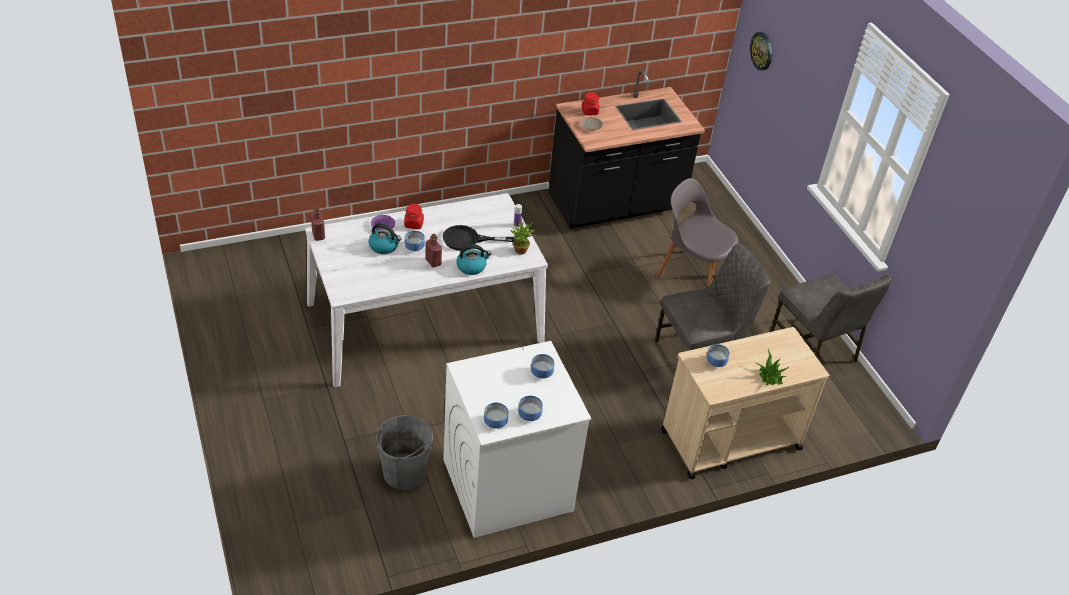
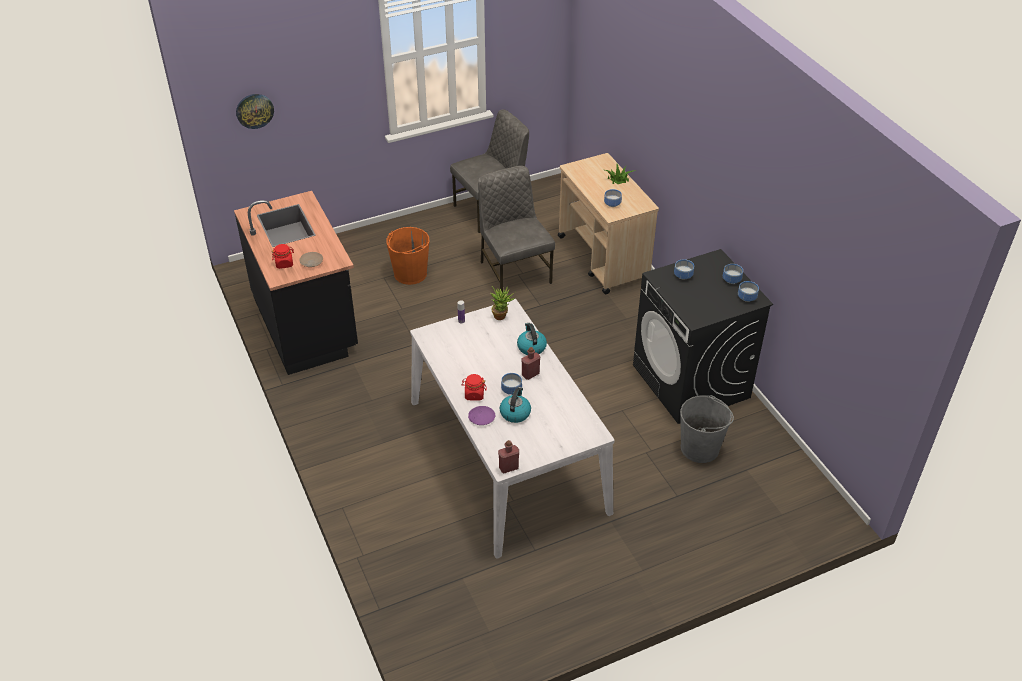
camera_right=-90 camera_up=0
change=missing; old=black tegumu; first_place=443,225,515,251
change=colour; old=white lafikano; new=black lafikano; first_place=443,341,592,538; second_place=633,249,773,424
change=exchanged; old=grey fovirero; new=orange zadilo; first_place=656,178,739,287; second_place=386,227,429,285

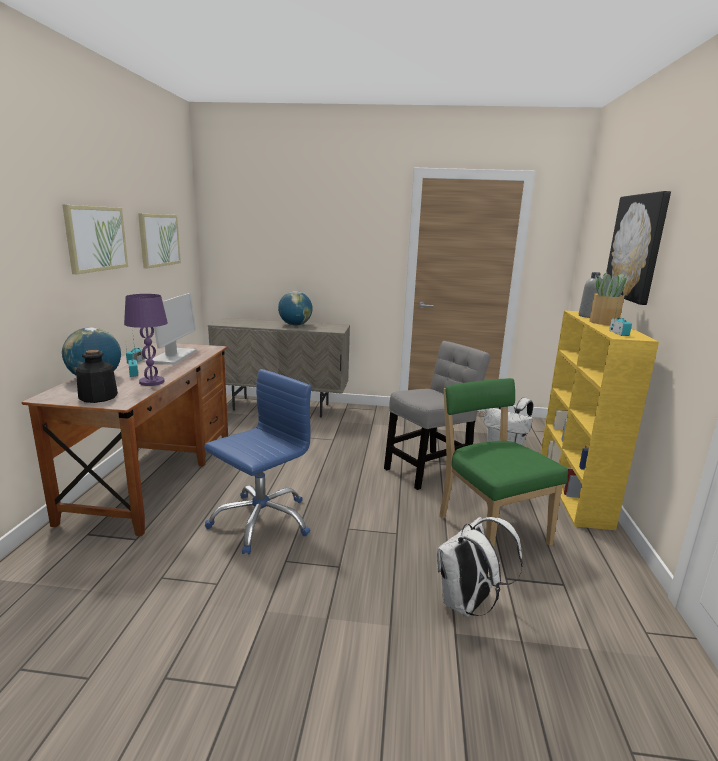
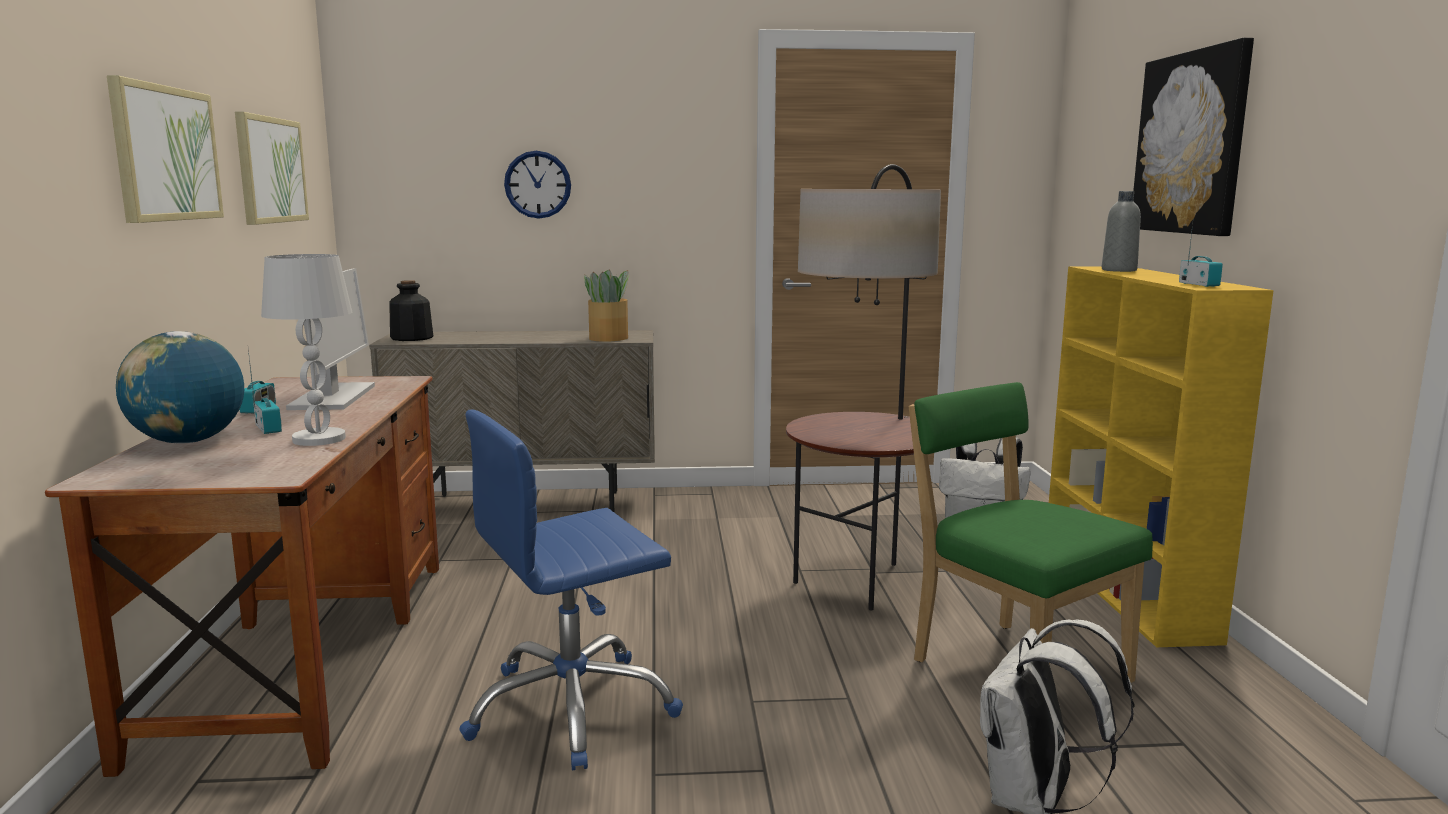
camera_right=-10 camera_up=-5
change=relocated; old=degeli; first_place=76,350,118,403; second_place=389,280,433,341
change=colour; old=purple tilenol; new=white tilenol; first_place=124,294,168,386; second_place=261,254,352,446
change=spun; old=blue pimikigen; first_place=204,369,312,555; second_place=459,410,683,770; degrees=-150
change=missing; old=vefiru; first_place=278,291,313,326
change=exchanged; old=grey fovirero; new=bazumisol; first_place=384,341,491,490; second_place=786,164,941,611
change=relocated; old=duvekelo; first_place=589,273,629,325; second_place=584,269,629,342
change=appeared; new=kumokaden; second_place=504,151,571,218

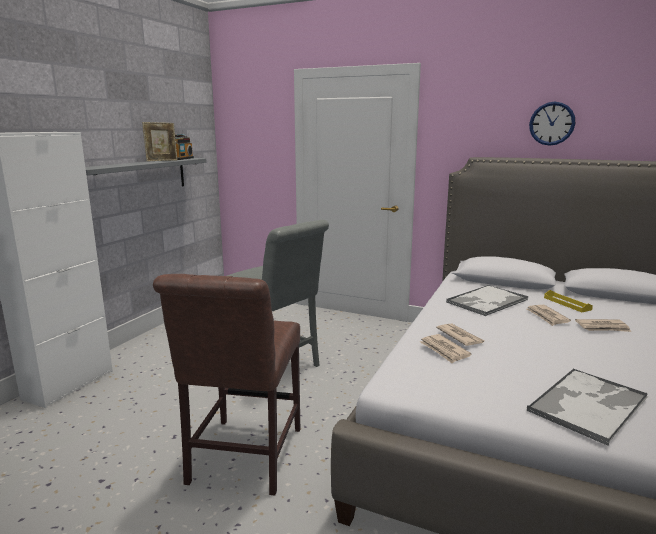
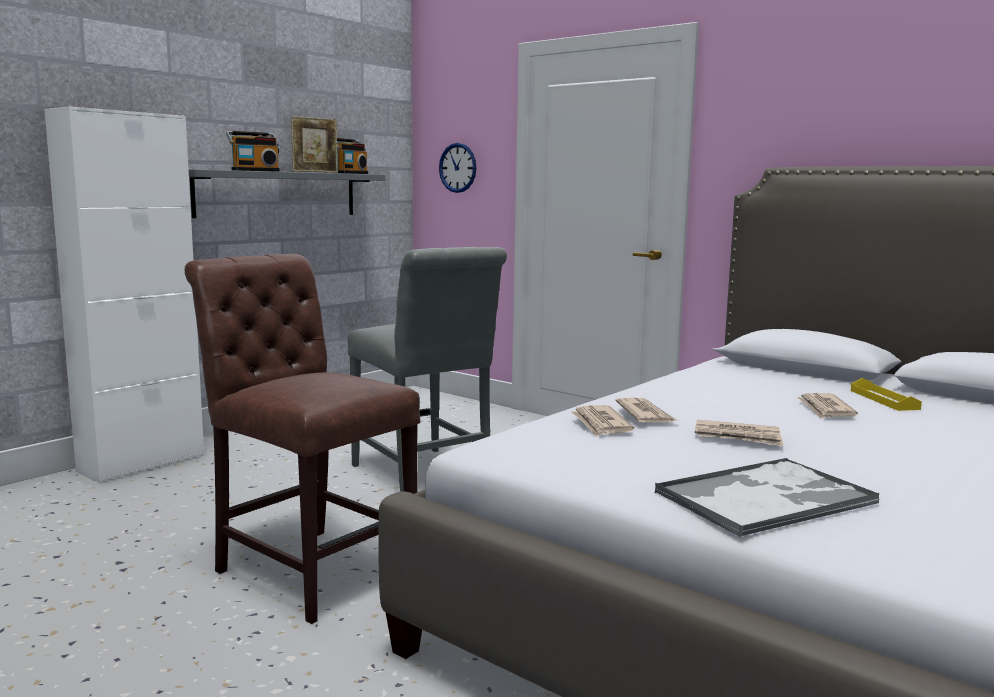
camera_right=15 camera_up=-5
change=spun; old=brown fovirero; first_place=153,274,300,496; second_place=185,254,420,624; degrees=105
change=missing; old=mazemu; first_place=446,285,528,316
change=relocated; old=kumokaden; first_place=529,102,575,146; second_place=439,143,476,193
change=relocated; old=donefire; first_place=575,319,631,332; second_place=695,420,783,446
change=appeared; new=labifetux; second_place=226,130,280,171

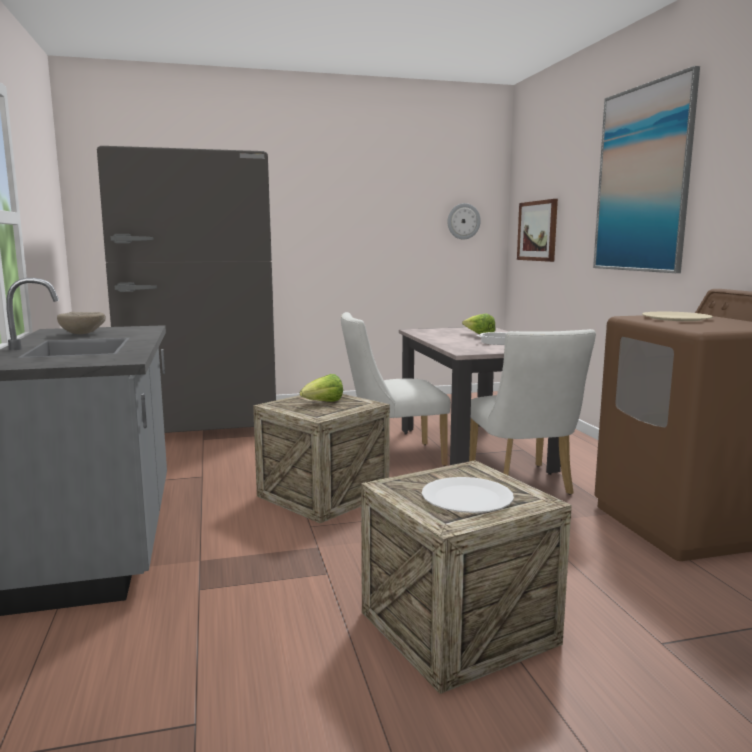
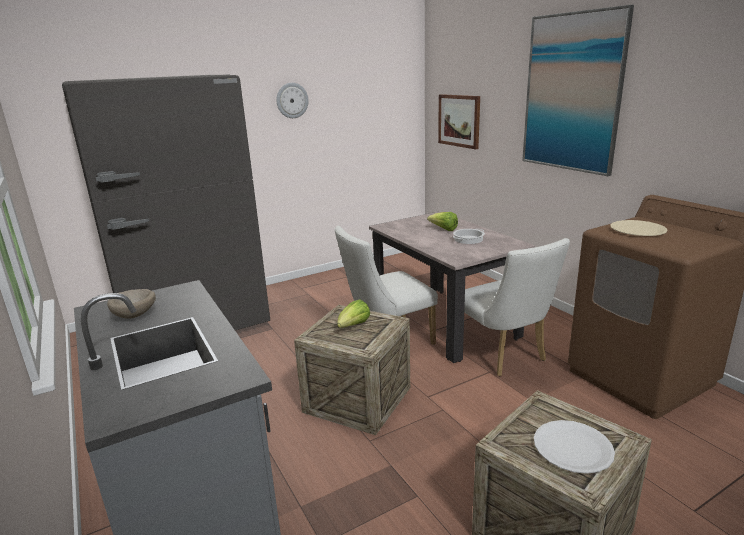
camera_right=-15 camera_up=10
change=relocated; old=kumokaden; first_place=447,203,481,240; second_place=276,83,308,118

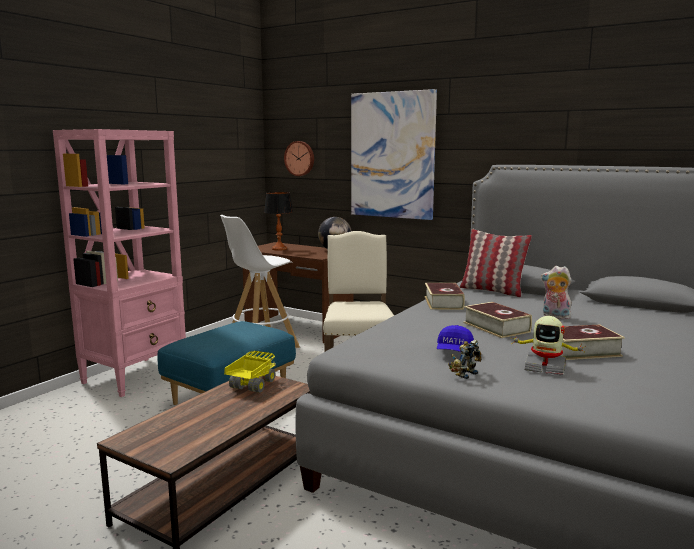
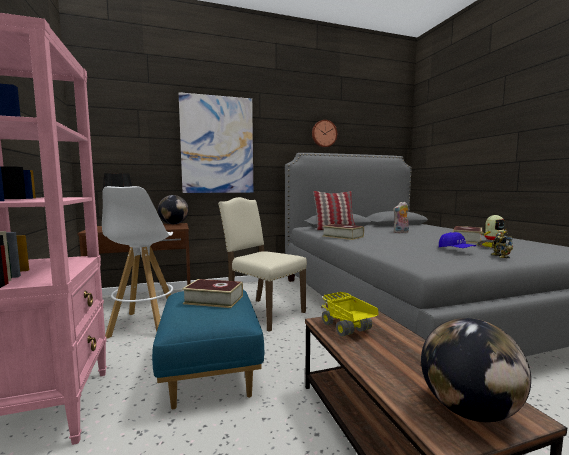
camera_right=-50 camera_up=-5
change=relocated; old=kumokaden; first_place=284,141,314,176; second_place=312,120,337,147
change=relocated; old=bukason; first_place=463,302,532,338; second_place=182,279,243,308
change=appeared; new=vefiru; second_place=421,318,531,422

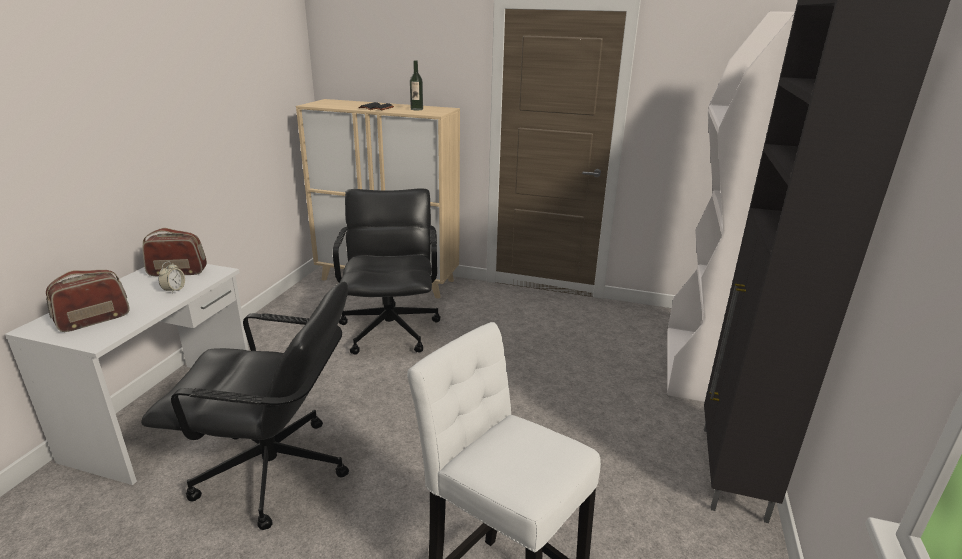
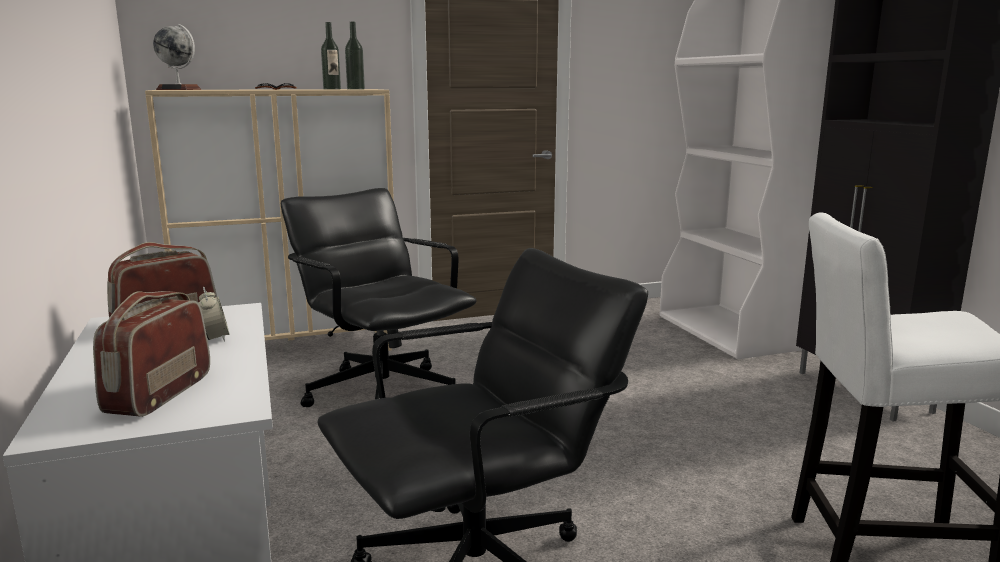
camera_right=-35 camera_up=-10
change=appeared; new=vefiru; second_place=153,24,201,90
change=appeared; new=degeli; second_place=345,21,365,89

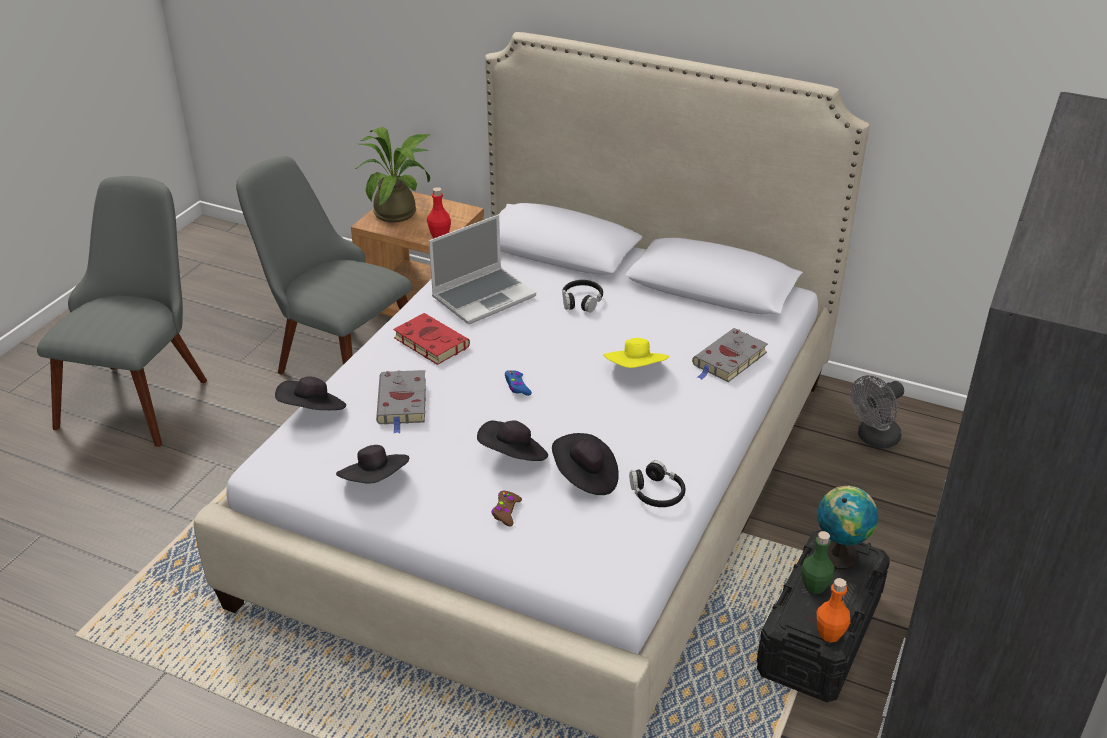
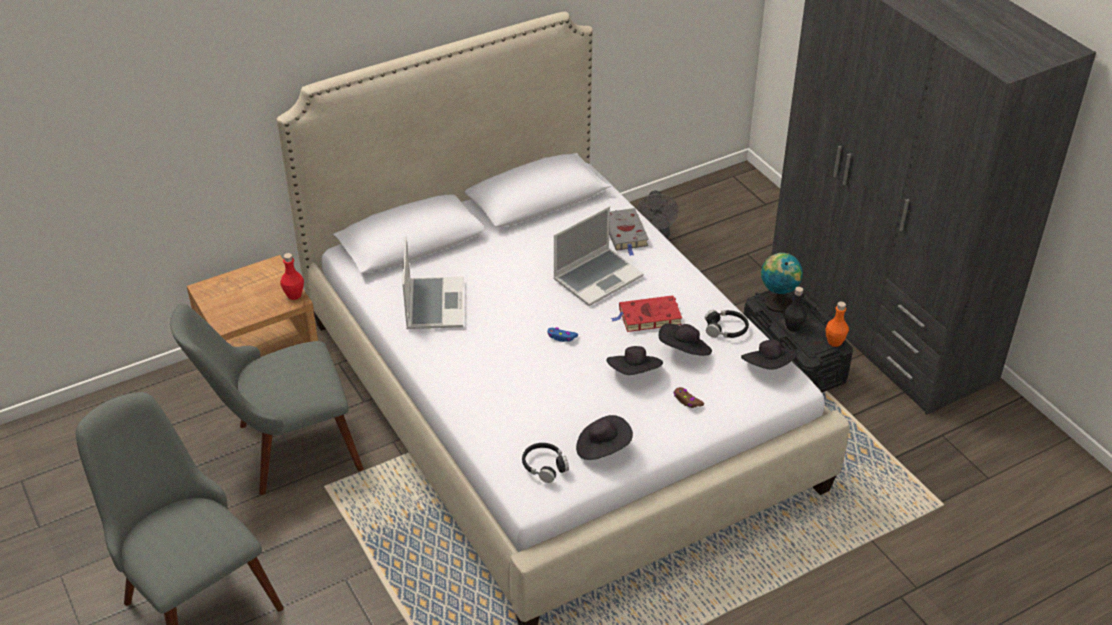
camera_right=-55 camera_up=5
change=relocated; old=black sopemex; first_place=275,376,346,410; second_place=741,340,798,370
change=missing; old=duvekelo; first_place=356,127,430,223
change=missing; old=grey bukason; first_place=376,370,426,433
change=relocated; old=red bukason; first_place=393,313,470,365; second_place=611,295,682,332
change=relocated; old=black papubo; first_place=562,280,603,313; second_place=522,443,569,483
change=exchanged; old=yellow sopemex; new=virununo; first_place=603,338,669,368; second_place=553,206,644,306
change=colour; old=green degeli; new=black degeli; first_place=801,531,834,594; second_place=784,287,807,332

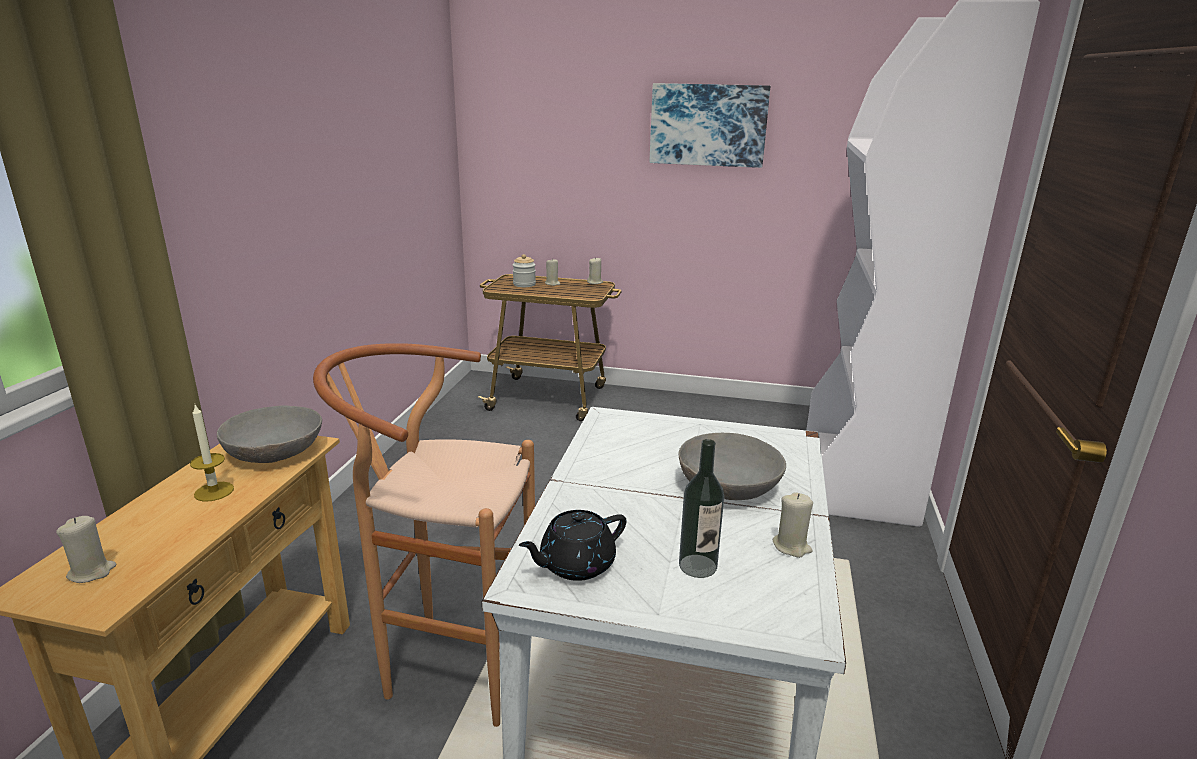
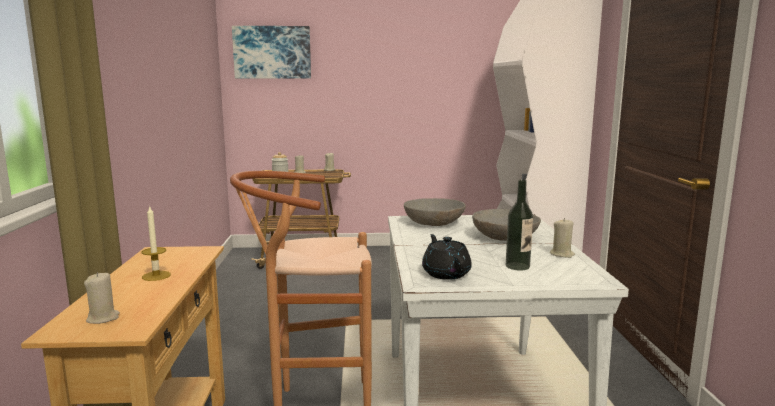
camera_right=-15 camera_up=-10
change=relocated; old=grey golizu; first_place=217,406,322,463; second_place=404,198,466,226
change=spun; old=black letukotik; first_place=519,510,627,581; second_place=422,234,472,280; degrees=120
change=relocated; old=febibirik; first_place=649,83,770,168; second_place=232,26,311,78

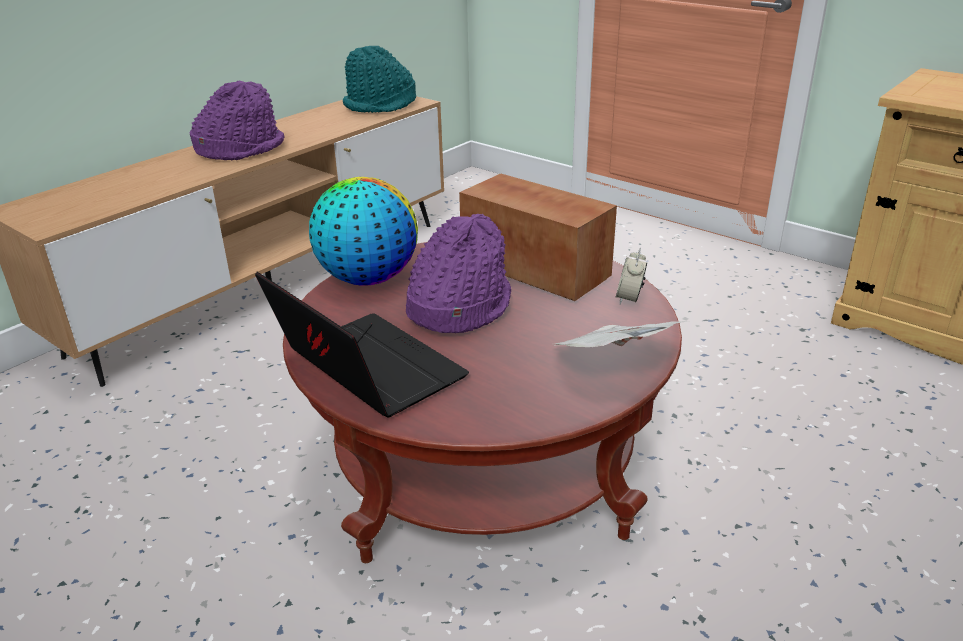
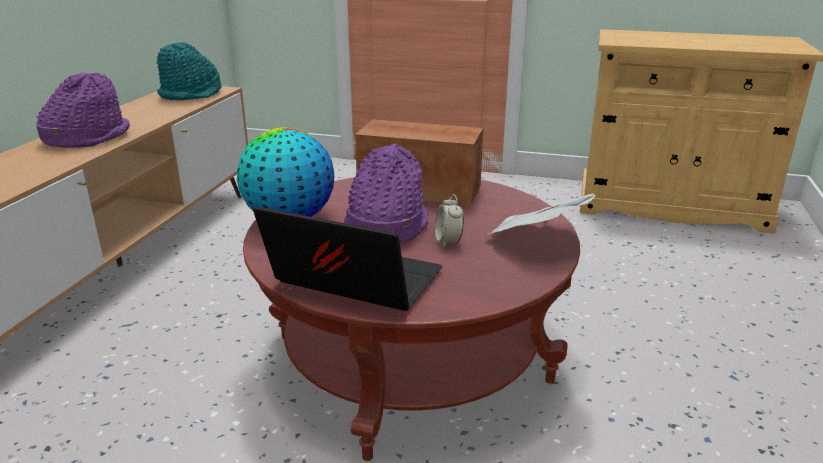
camera_right=-25 camera_up=-5
change=relocated; old=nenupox; first_place=616,248,647,304; second_place=435,194,464,248

